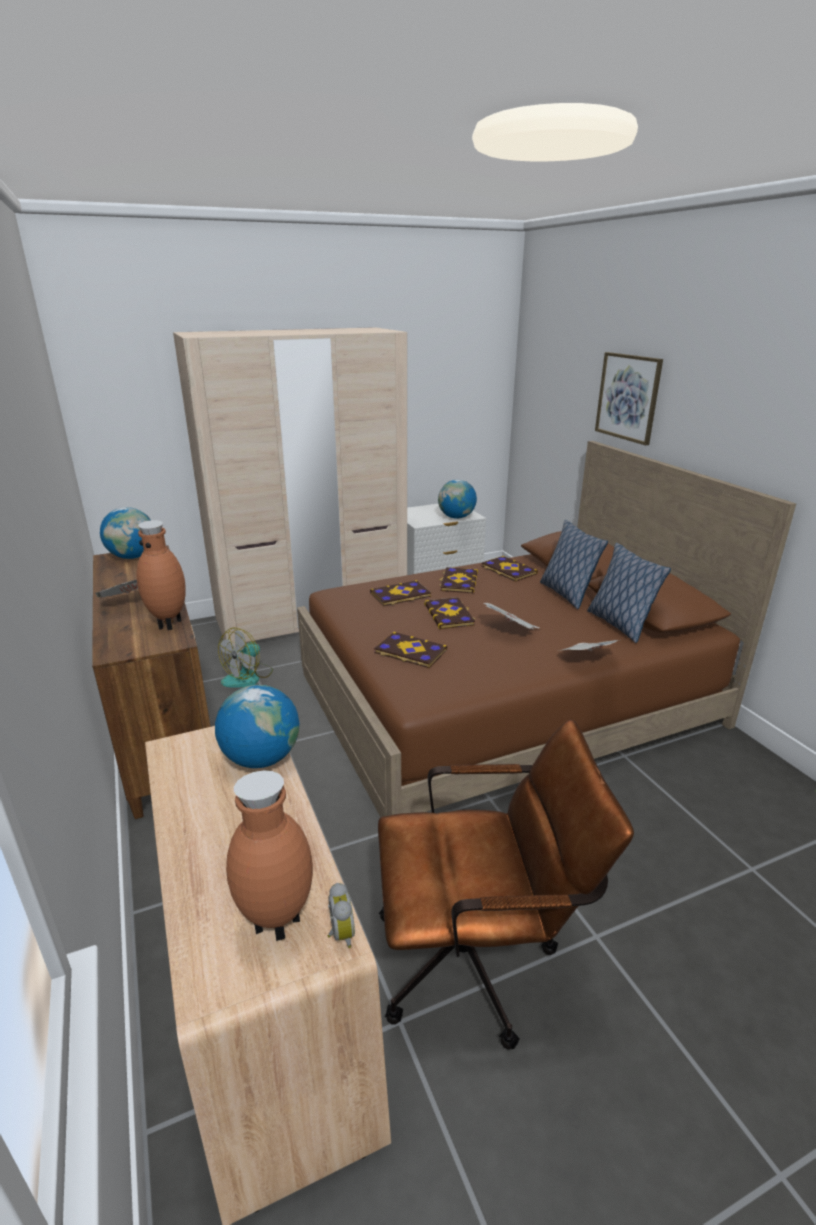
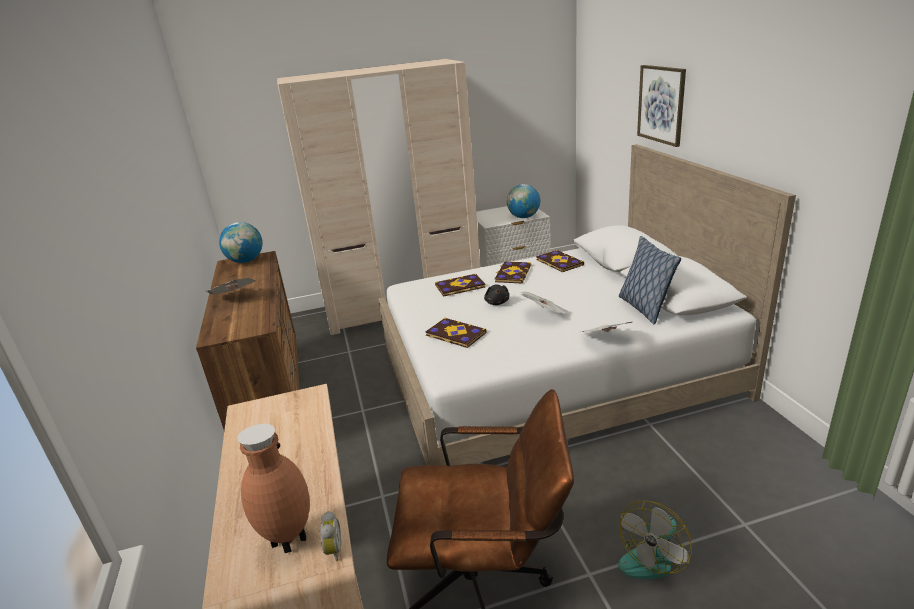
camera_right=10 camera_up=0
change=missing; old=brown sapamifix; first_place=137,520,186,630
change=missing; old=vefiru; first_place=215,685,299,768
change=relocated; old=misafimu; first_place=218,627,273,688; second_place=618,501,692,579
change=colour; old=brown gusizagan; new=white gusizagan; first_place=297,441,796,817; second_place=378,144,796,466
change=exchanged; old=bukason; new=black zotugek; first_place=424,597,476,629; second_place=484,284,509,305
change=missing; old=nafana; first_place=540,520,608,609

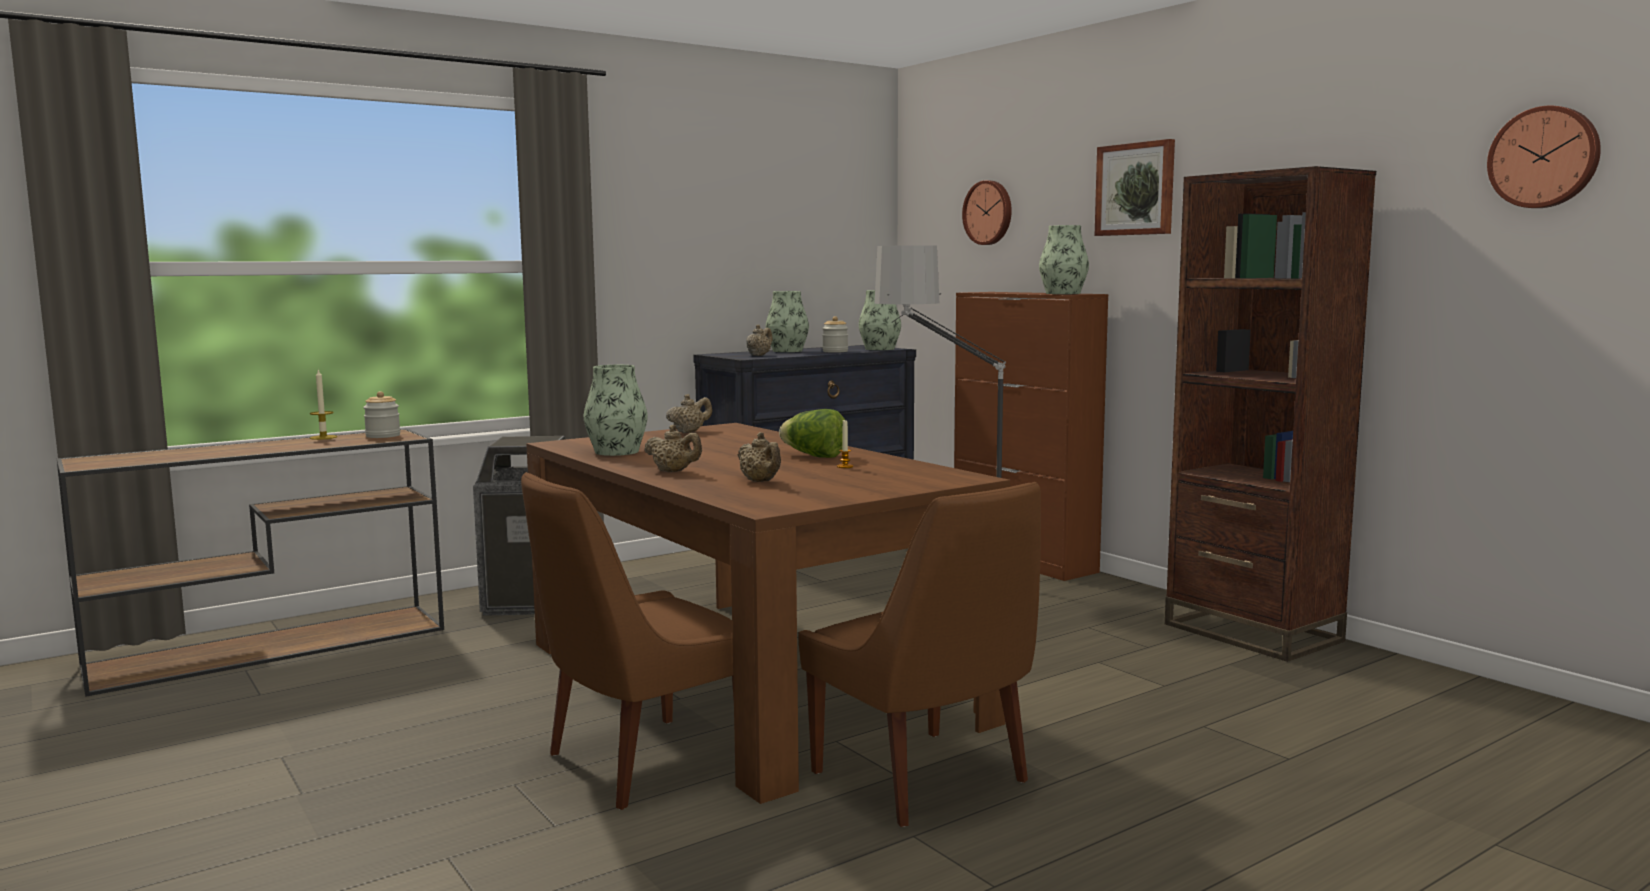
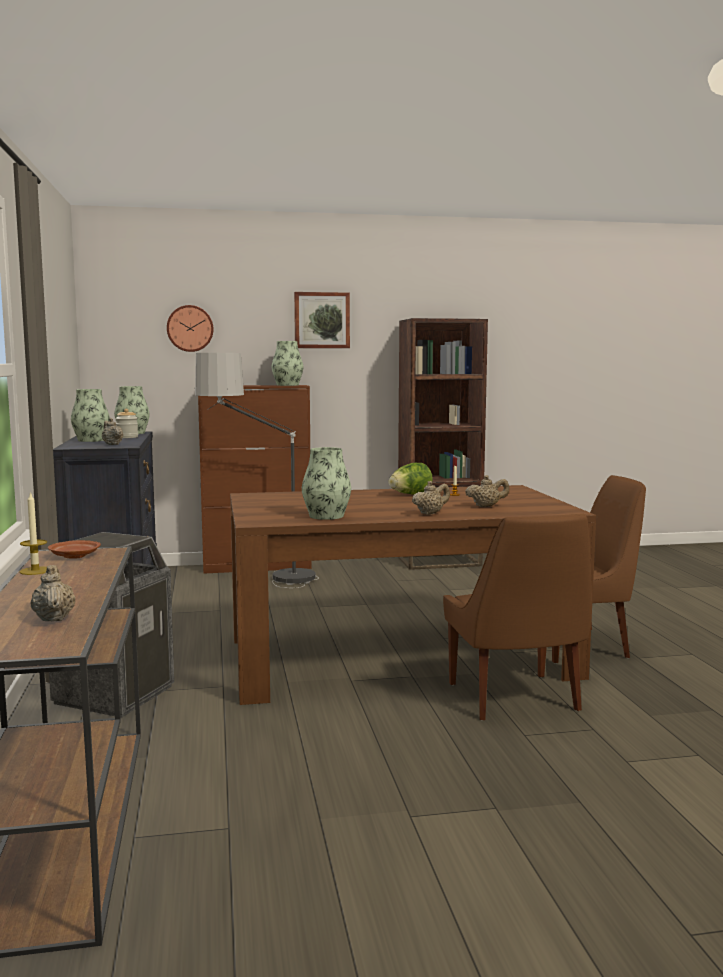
camera_right=-65 camera_up=0
change=exchanged; old=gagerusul; new=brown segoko; first_place=363,391,401,438; second_place=48,540,101,559
change=relocated; old=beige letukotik; first_place=666,394,712,433; second_place=30,565,76,622
change=missing; old=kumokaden; first_place=1487,106,1601,208

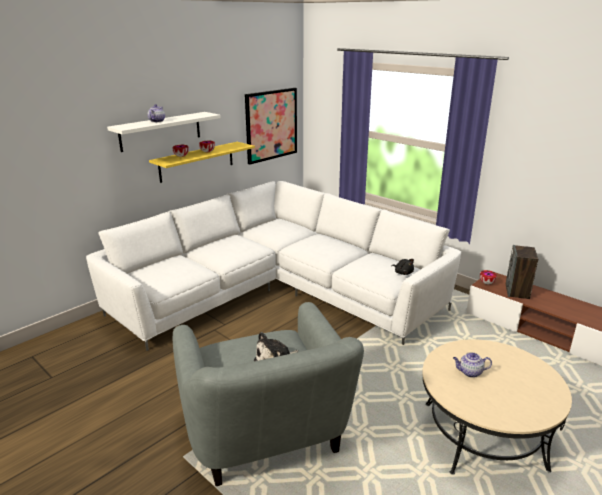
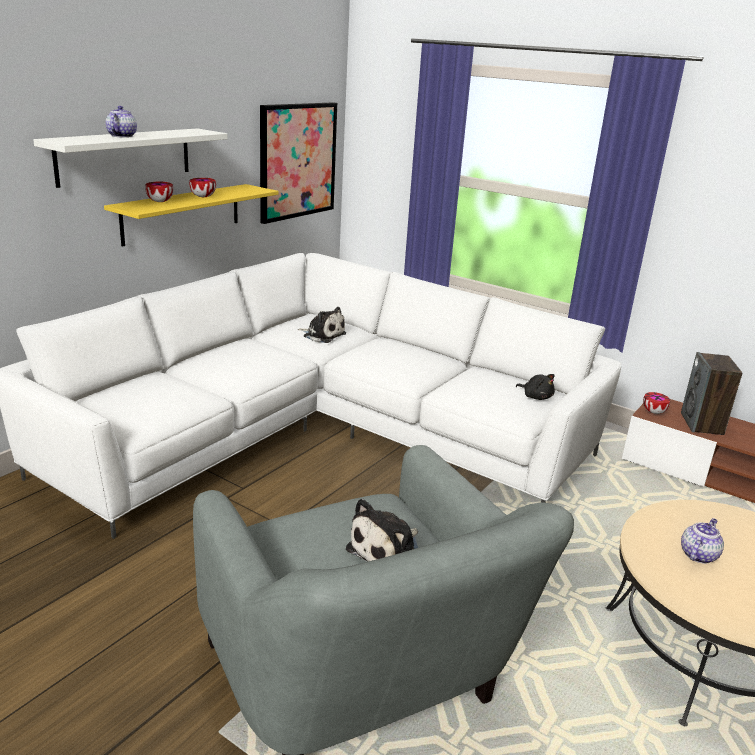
camera_right=-10 camera_up=0
change=spun; old=letukotik; first_place=453,352,492,378; second_place=681,518,724,564; degrees=135
change=appeared; new=zotugek; second_place=298,307,346,343

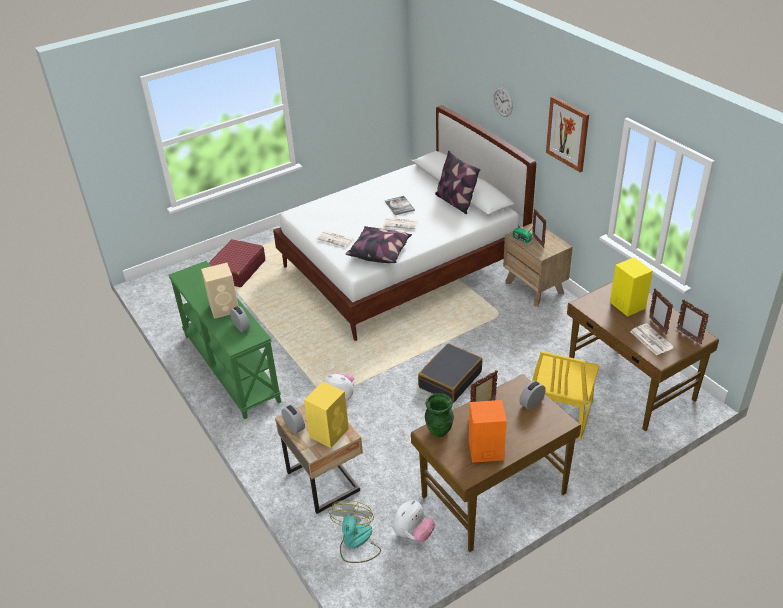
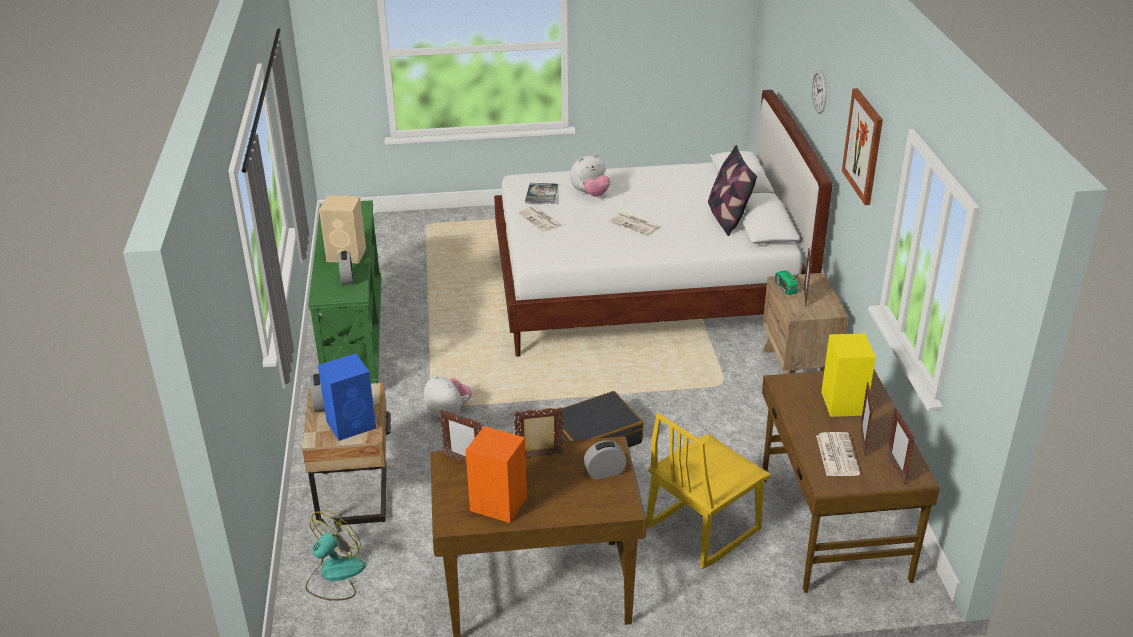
camera_right=25 camera_up=-5
change=missing; old=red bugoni; first_place=209,239,265,287
change=colour; old=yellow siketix; new=blue siketix; first_place=304,382,349,448; second_place=318,353,376,441
change=missing; old=nafana; first_place=345,226,412,263
change=relocated; old=bukason; first_place=385,196,415,215; second_place=525,183,558,204
change=relocated; old=zotugek; first_place=393,500,435,542; second_place=570,154,610,197
change=exchanged; old=green sapamifix; new=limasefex; first_place=425,393,454,437; second_place=440,410,482,464

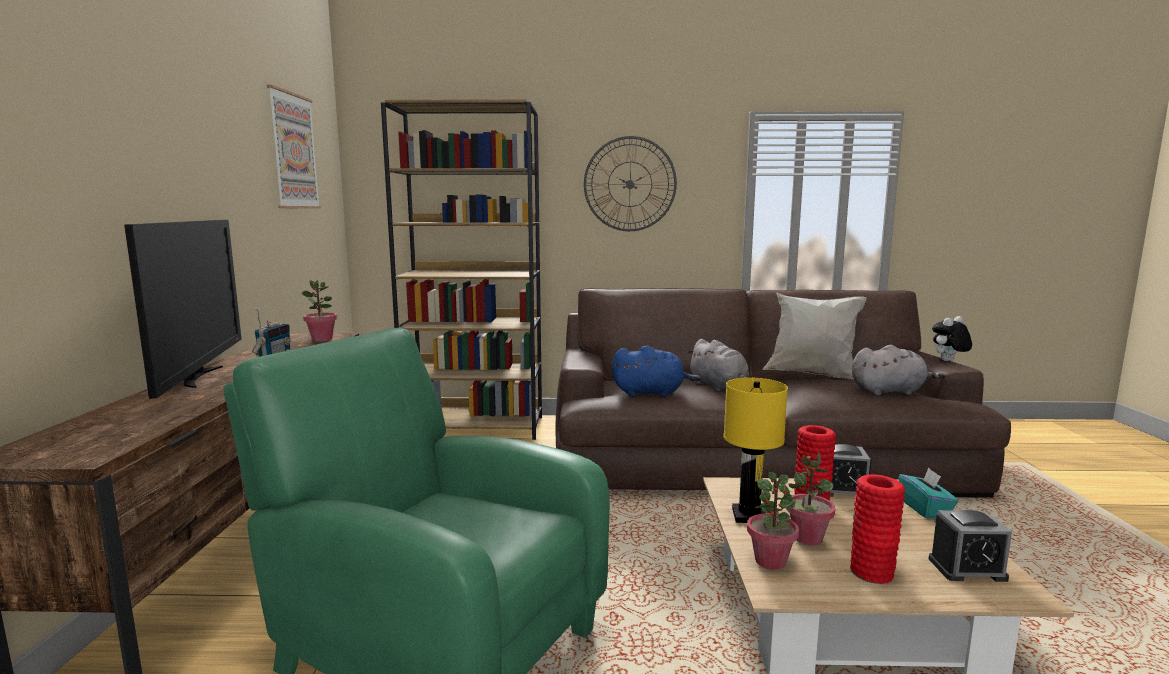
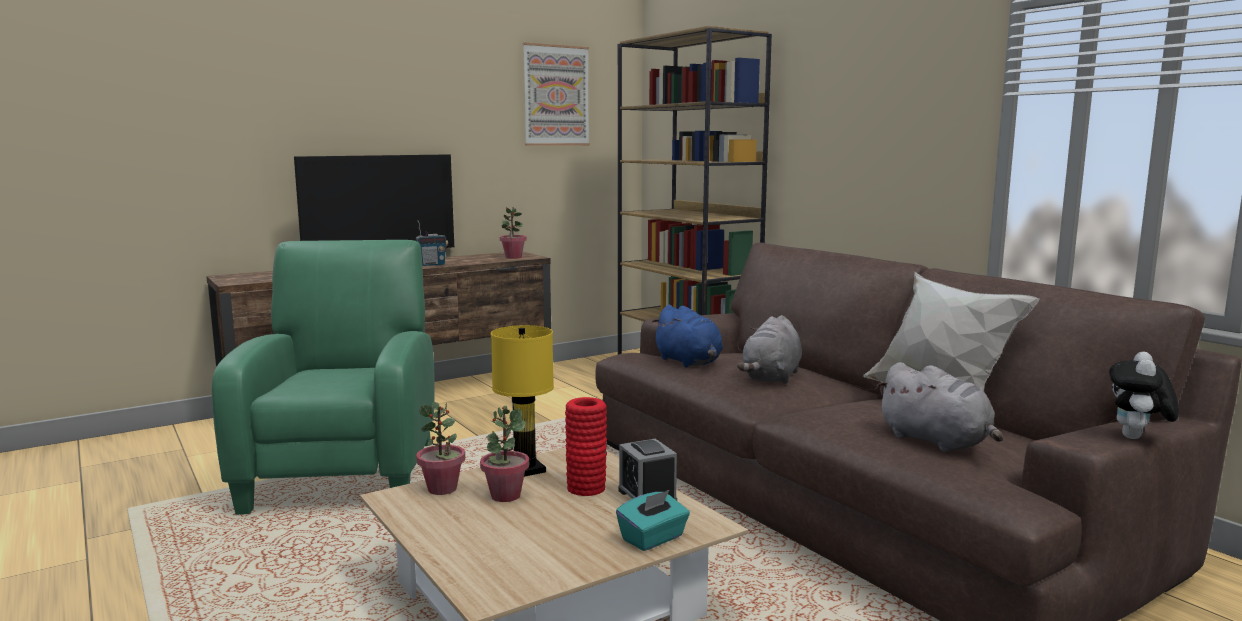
camera_right=55 camera_up=0
change=missing; old=kumokaden; first_place=584,136,677,231
change=missing; old=red sapamifix; first_place=850,474,905,584
change=missing; old=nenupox; first_place=929,510,1012,582
change=spun; old=zotugek; first_place=932,316,972,361; second_place=1109,352,1179,439; degrees=-90

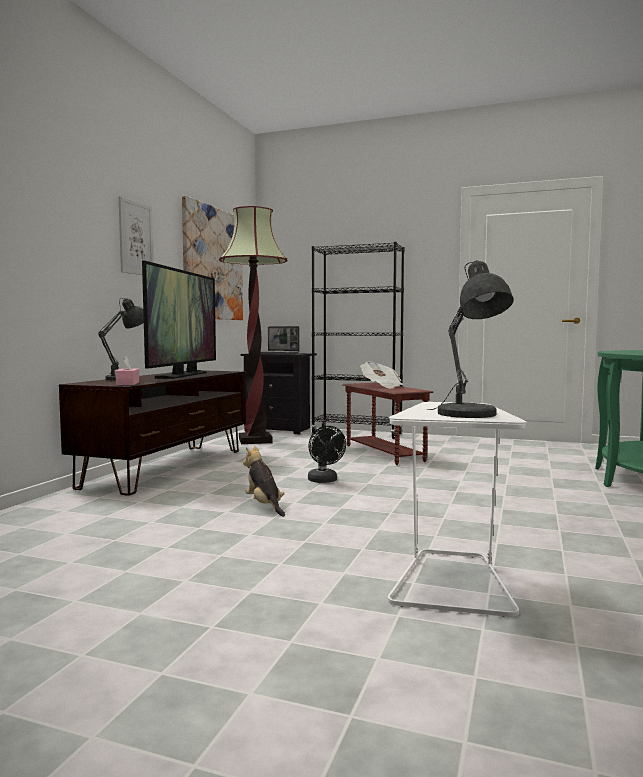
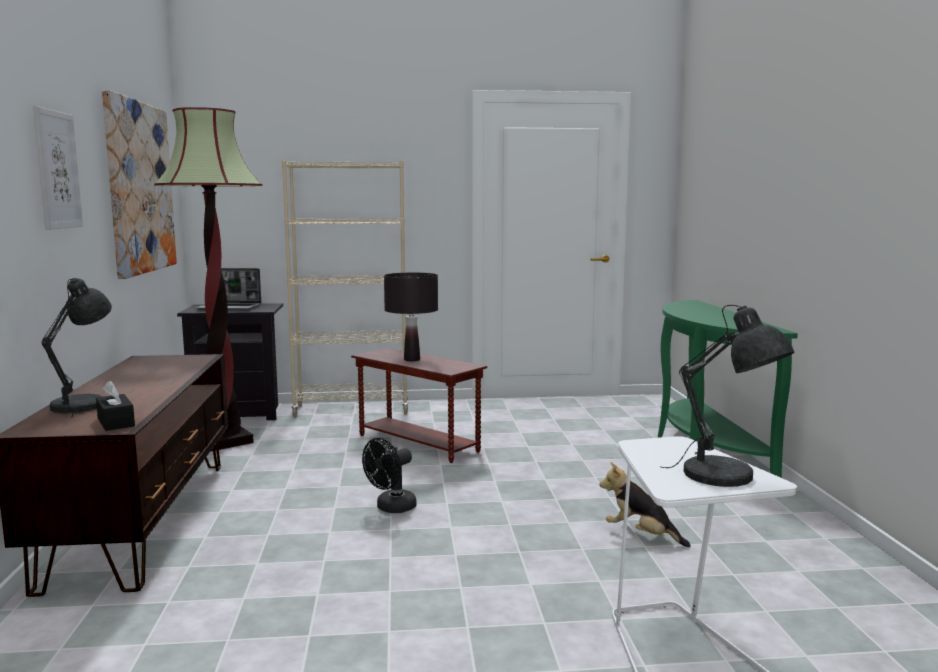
camera_right=-25 camera_up=5
change=colour; old=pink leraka; new=black leraka; first_place=115,356,139,385; second_place=96,380,135,431
change=missing; old=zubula; first_place=142,261,216,379
change=relocated; old=zotugek; first_place=243,446,285,517; second_place=599,462,691,547
change=spun; old=black misafimu; first_place=308,426,346,483; second_place=362,438,417,513; degrees=90
change=colour; old=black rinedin; new=beige rinedin; first_place=311,242,404,439; second_place=282,160,409,417
change=exchanged; old=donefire; new=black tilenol; first_place=360,361,403,388; second_place=384,272,438,361

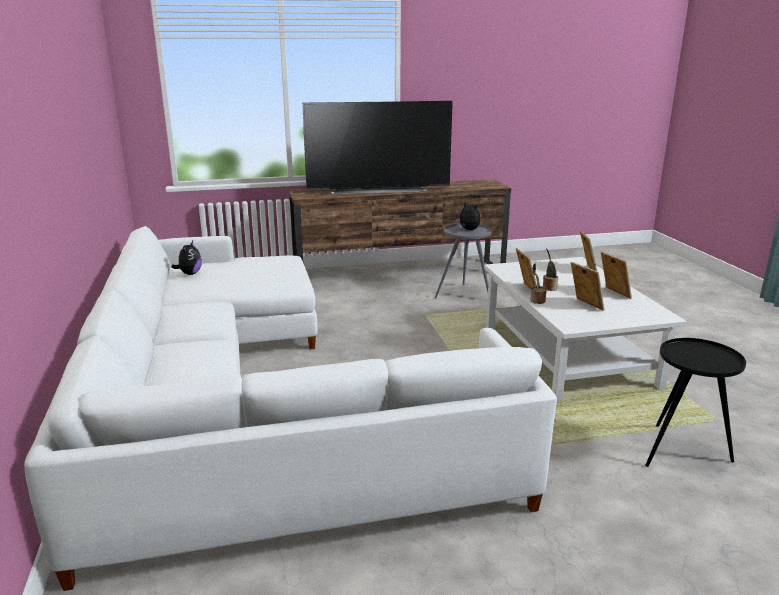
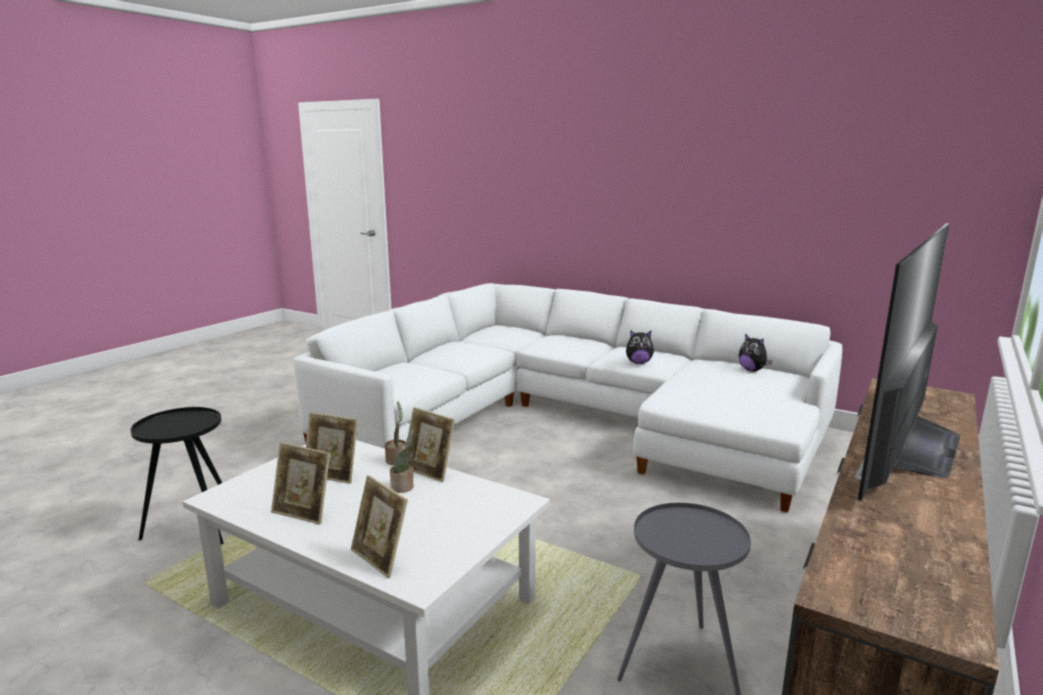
camera_right=135 camera_up=-5
change=relocated; old=zotugek; first_place=456,202,480,230; second_place=626,331,655,364

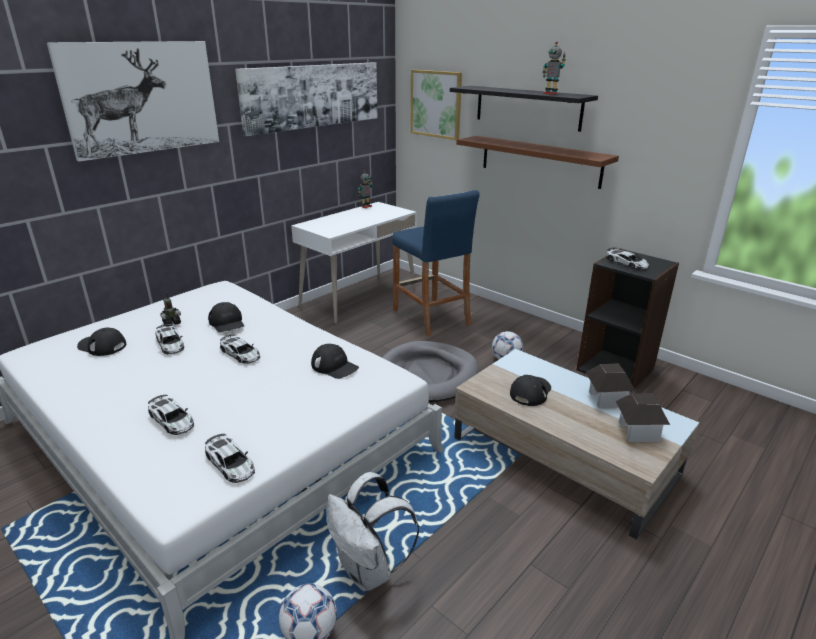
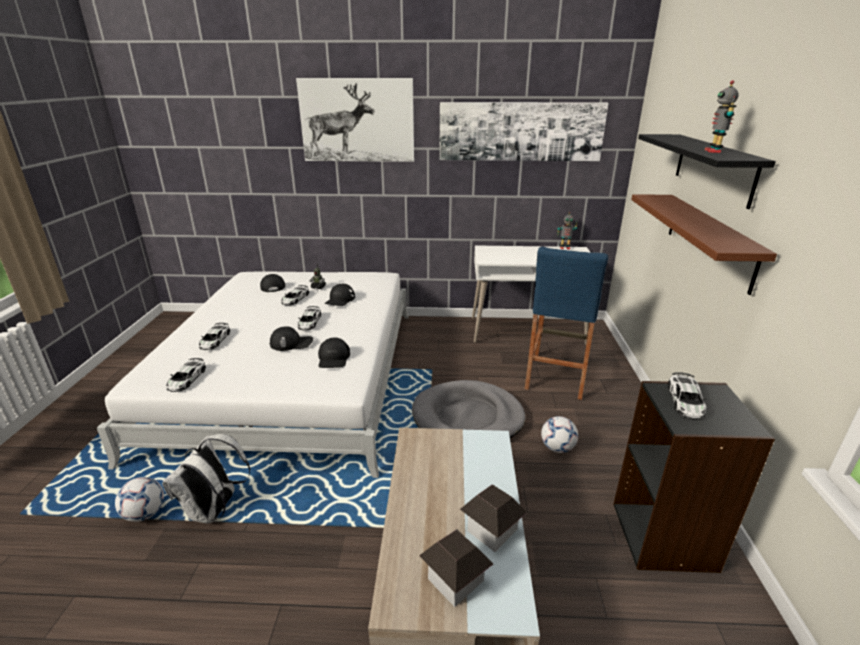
camera_right=50 camera_up=0
change=missing; old=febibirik; first_place=411,70,462,140
change=relocated; old=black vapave; first_place=510,375,551,406; second_place=270,326,313,351

